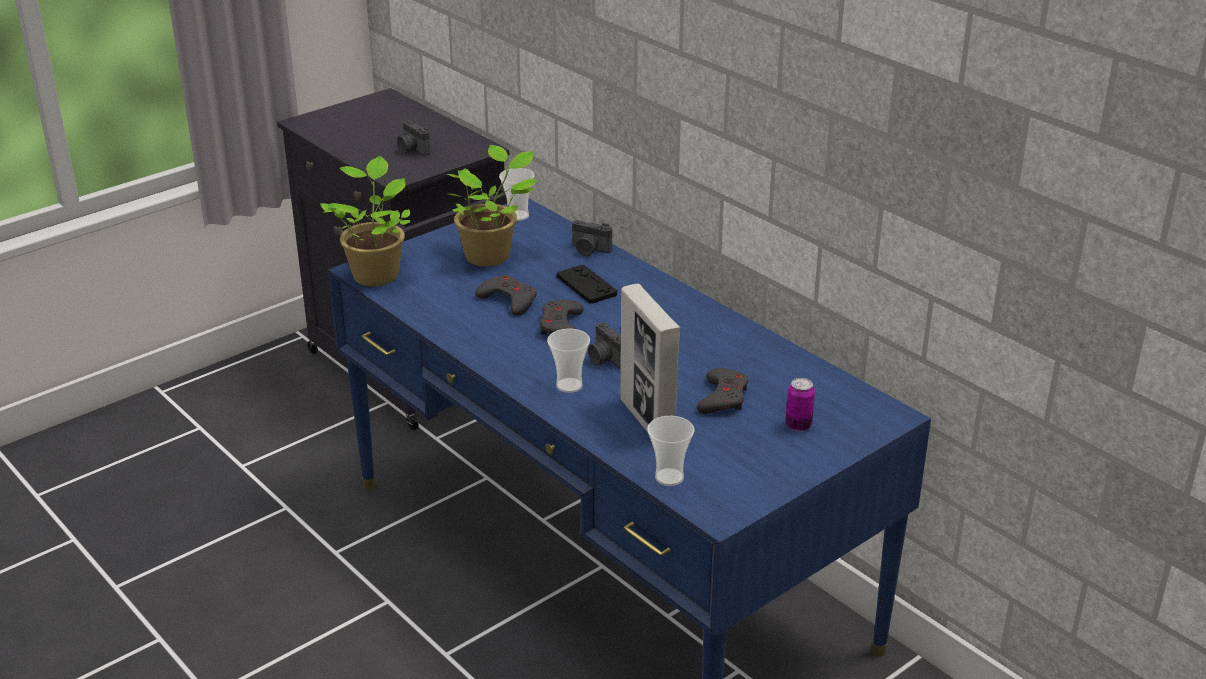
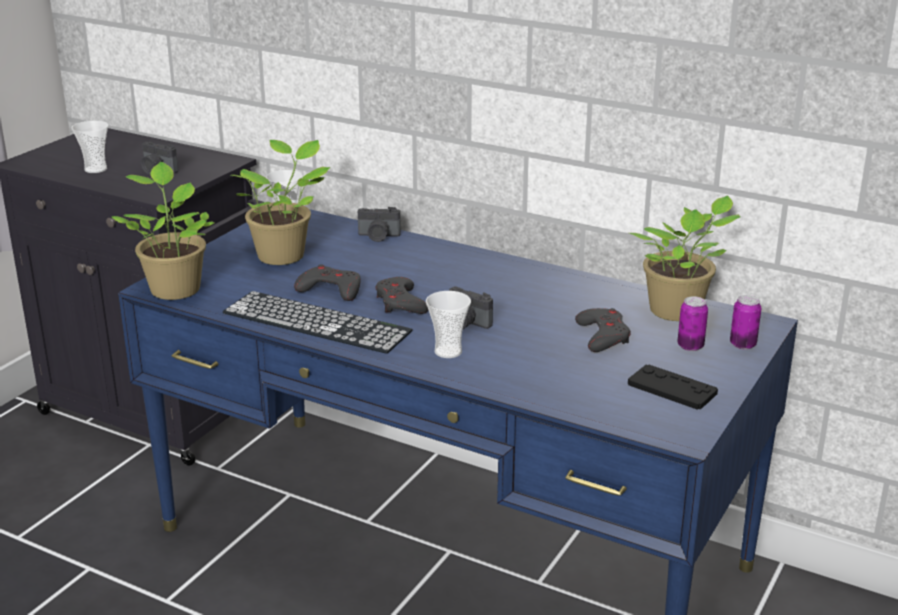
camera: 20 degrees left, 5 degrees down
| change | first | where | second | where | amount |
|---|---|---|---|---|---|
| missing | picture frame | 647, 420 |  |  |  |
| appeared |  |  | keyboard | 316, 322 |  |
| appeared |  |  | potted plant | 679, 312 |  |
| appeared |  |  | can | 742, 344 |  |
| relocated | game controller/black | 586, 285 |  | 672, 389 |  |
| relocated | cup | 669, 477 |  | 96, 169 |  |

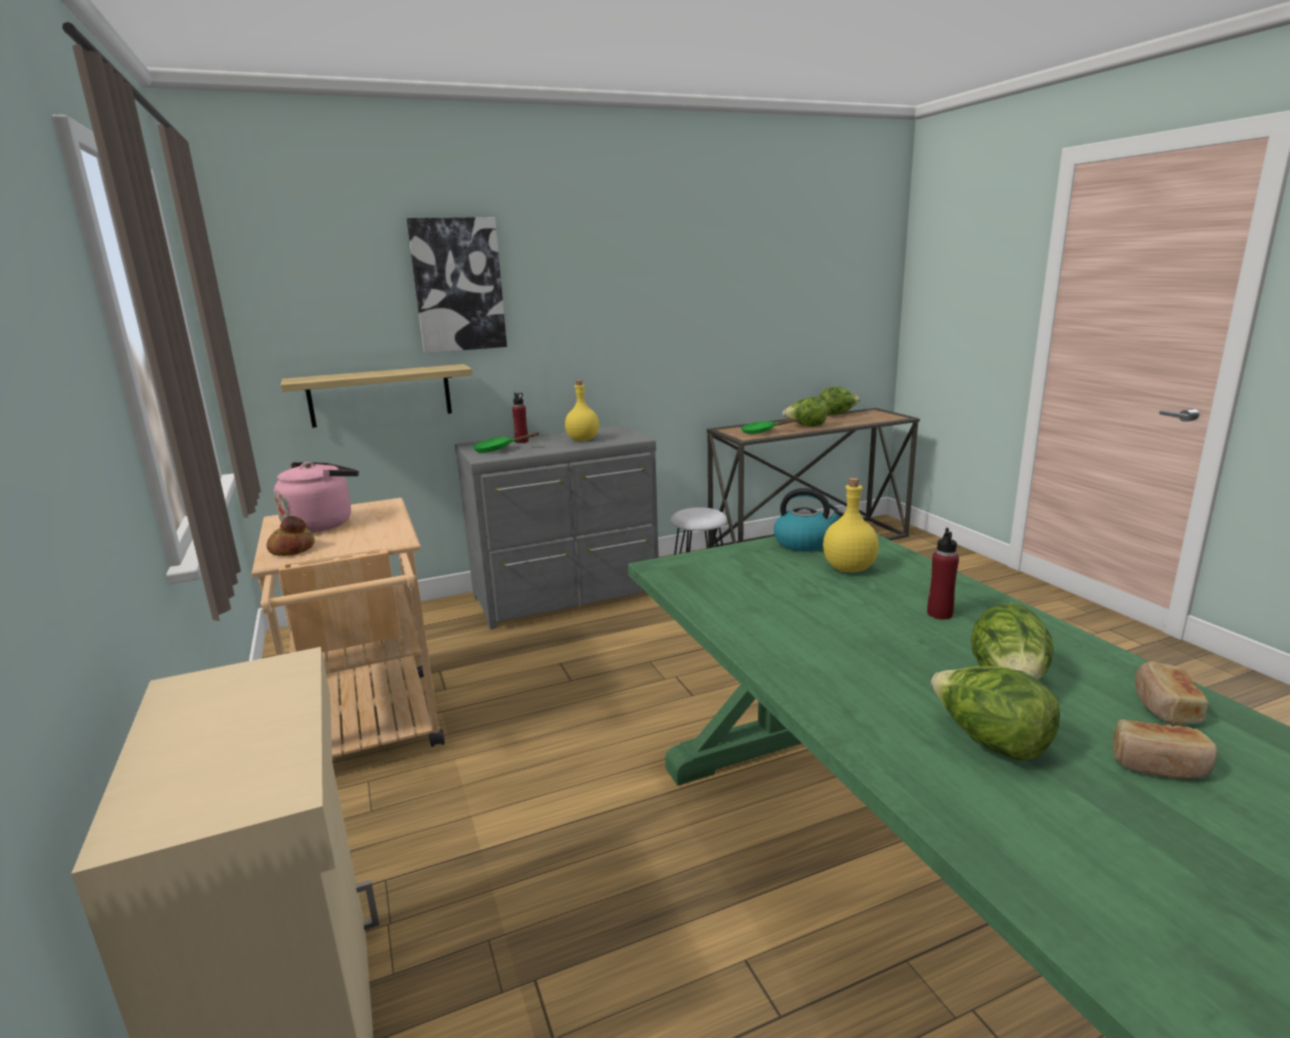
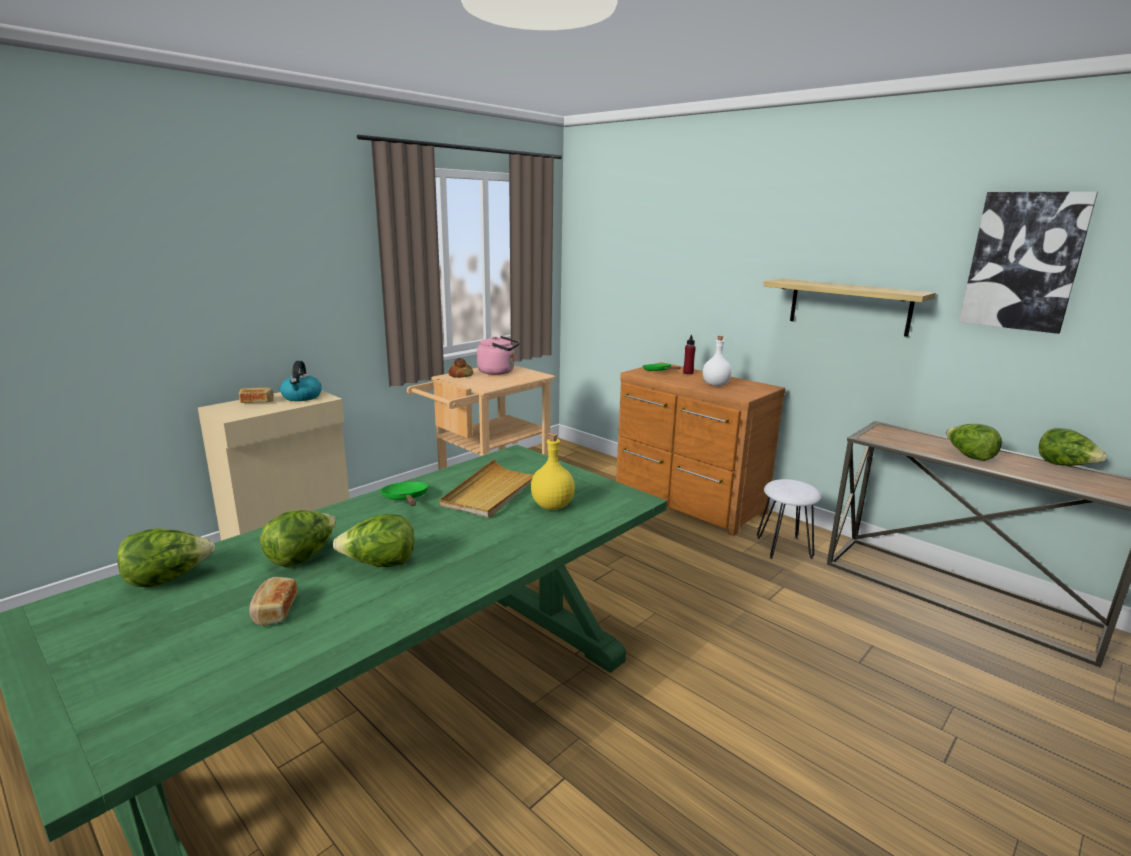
camera: 65 degrees right, 0 degrees up
| change | first | where | second | where | amount |
|---|---|---|---|---|---|
| missing | bottle/red | 939, 614 |  |  |  |
| appeared |  |  | lettuce | 168, 579 |  |
| appeared |  |  | tray/beige | 493, 492 |  |
| relocated | shelf | 380, 395 |  | 849, 306 |  |
| relocated | picture | 458, 285 |  | 1024, 261 |  |
| relocated | frying pan/green | 761, 432 |  | 406, 499 |  |
| relocated | kettle | 805, 543 |  | 302, 397 |  |
| relocated | bread | 1164, 707 |  | 257, 402 |  |
| colour | dresser/grey | 568, 596 | dresser/brown | 687, 503 |  |
| colour | bottle/yellow | 582, 440 | bottle/white | 715, 384 |  |

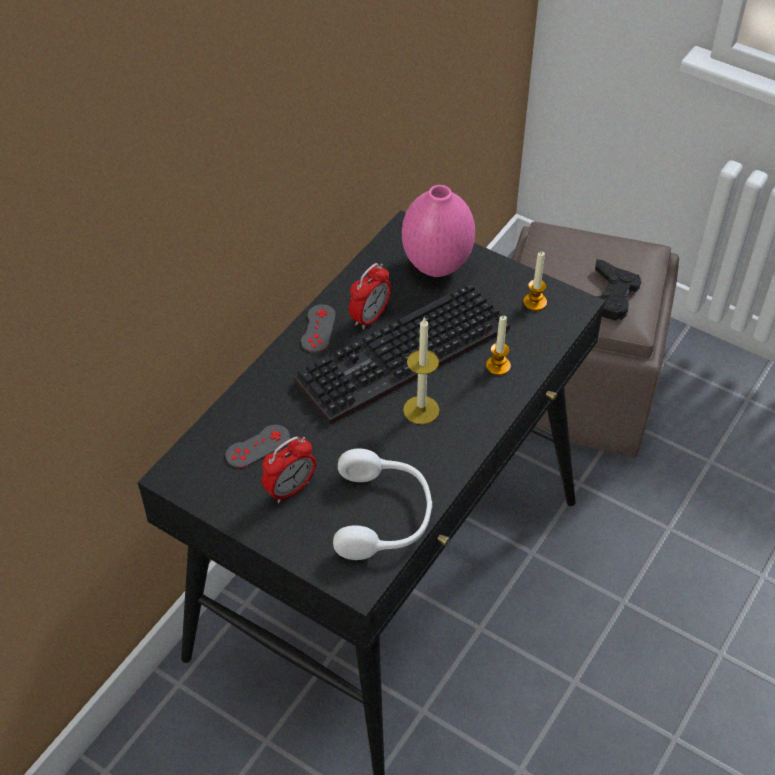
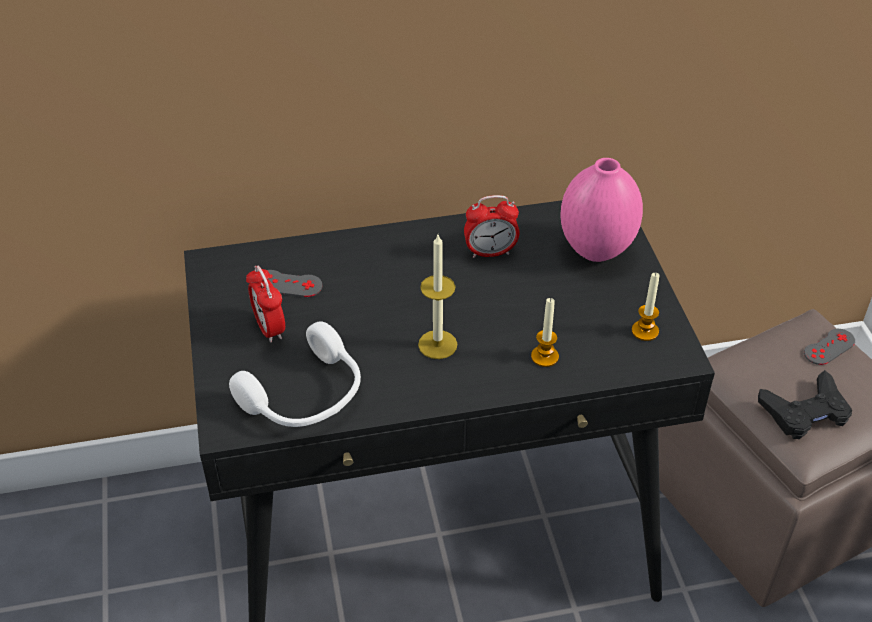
camera: 45 degrees right, 5 degrees down
| change | first | where | second | where | amount |
|---|---|---|---|---|---|
| missing | keyboard | 403, 359 |  |  |  |
| relocated | game controller/grey | 318, 328 |  | 829, 347 |  |
| spun | alarm clock | 290, 489 |  | 269, 328 | 60 degrees clockwise |

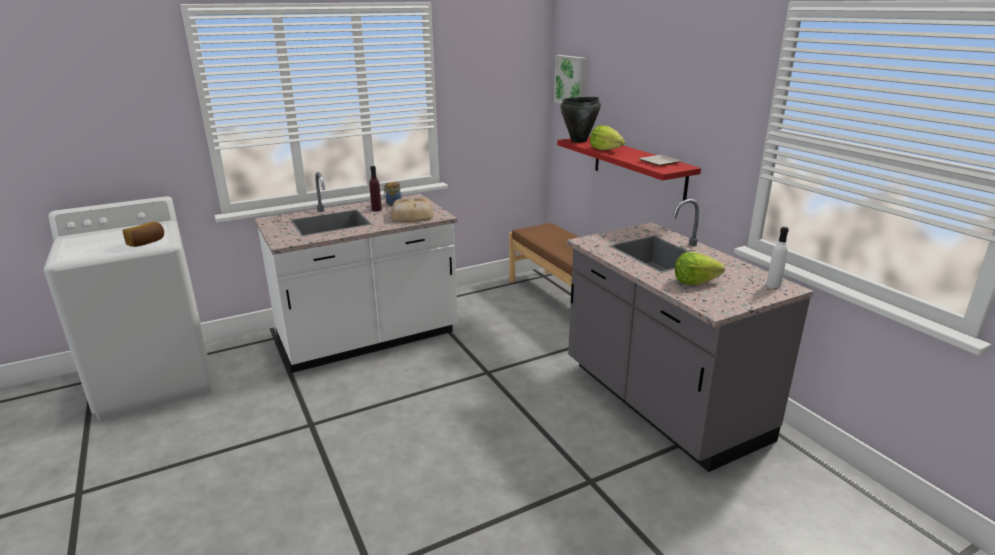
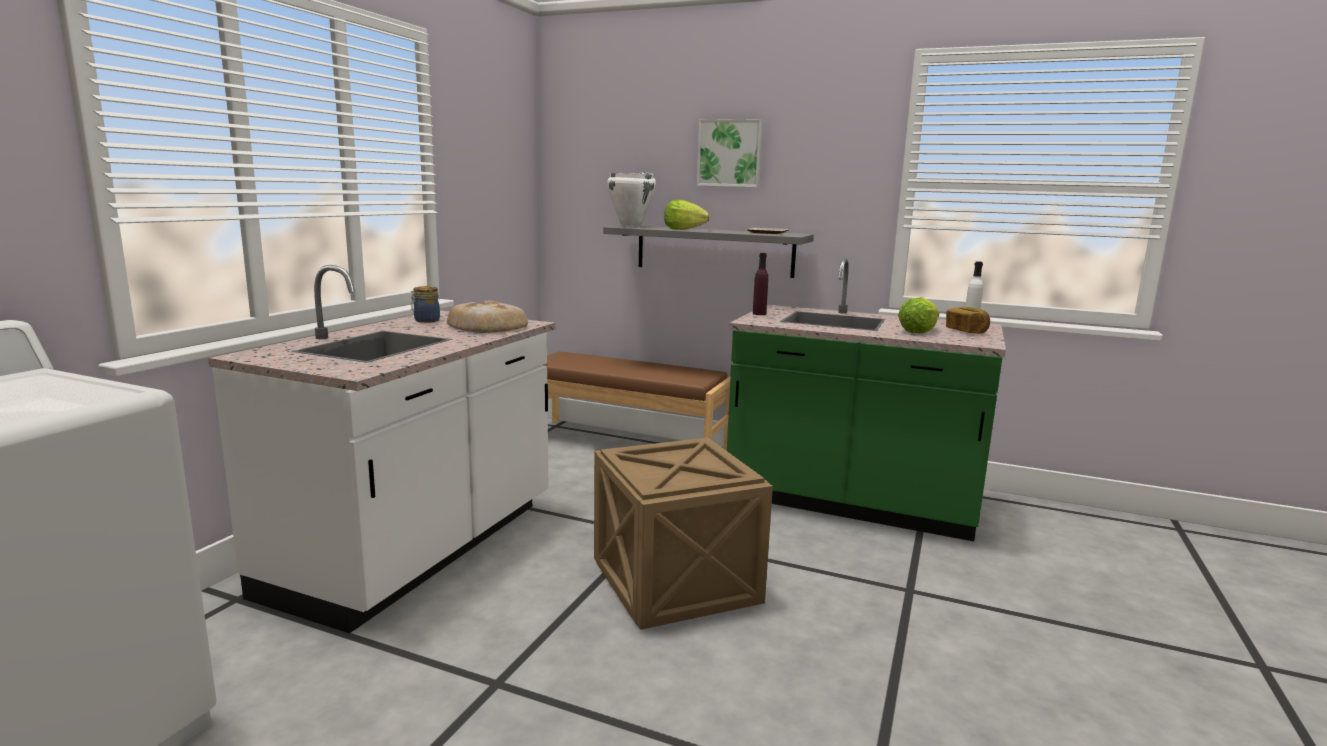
camera: 40 degrees left, 10 degrees down
| change | first | where | second | where | amount |
|---|---|---|---|---|---|
| appeared |  |  | crate | 673, 582 |  |
| relocated | bread | 146, 242 |  | 966, 332 |  |
| relocated | bottle/purple | 376, 210 |  | 759, 314 |  |
| relocated | picture | 571, 80 |  | 730, 153 |  |
| colour | shelf/red | 638, 167 | shelf/grey | 714, 250 |  |
| colour | cooking pot/black | 579, 141 | cooking pot/white | 631, 226 |  |
| colour | counter/grey | 661, 402 | counter/green | 851, 502 |  |

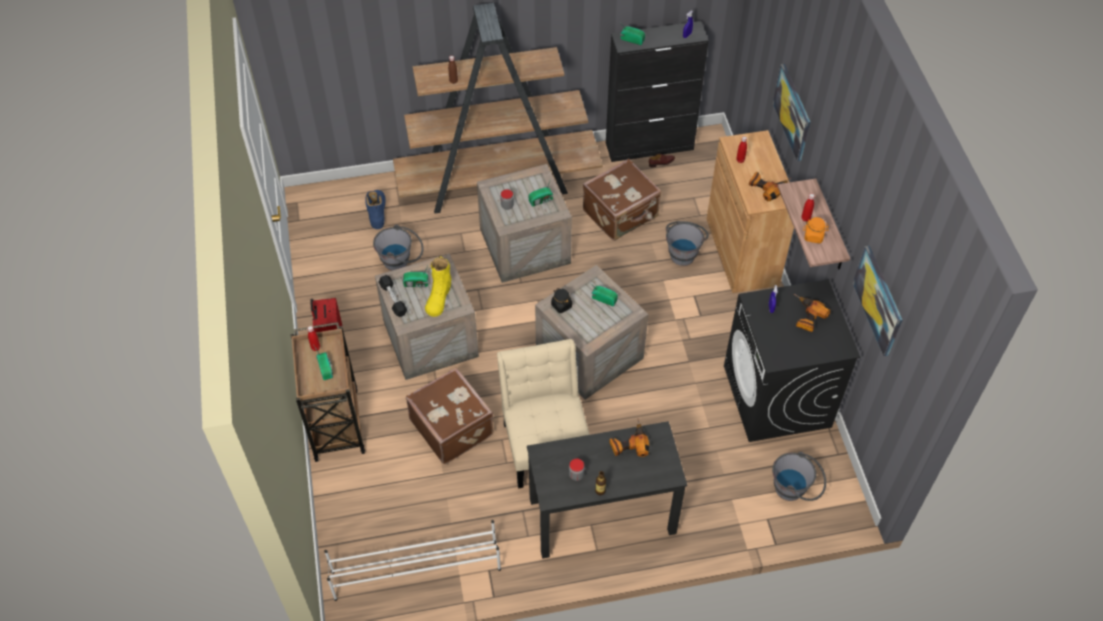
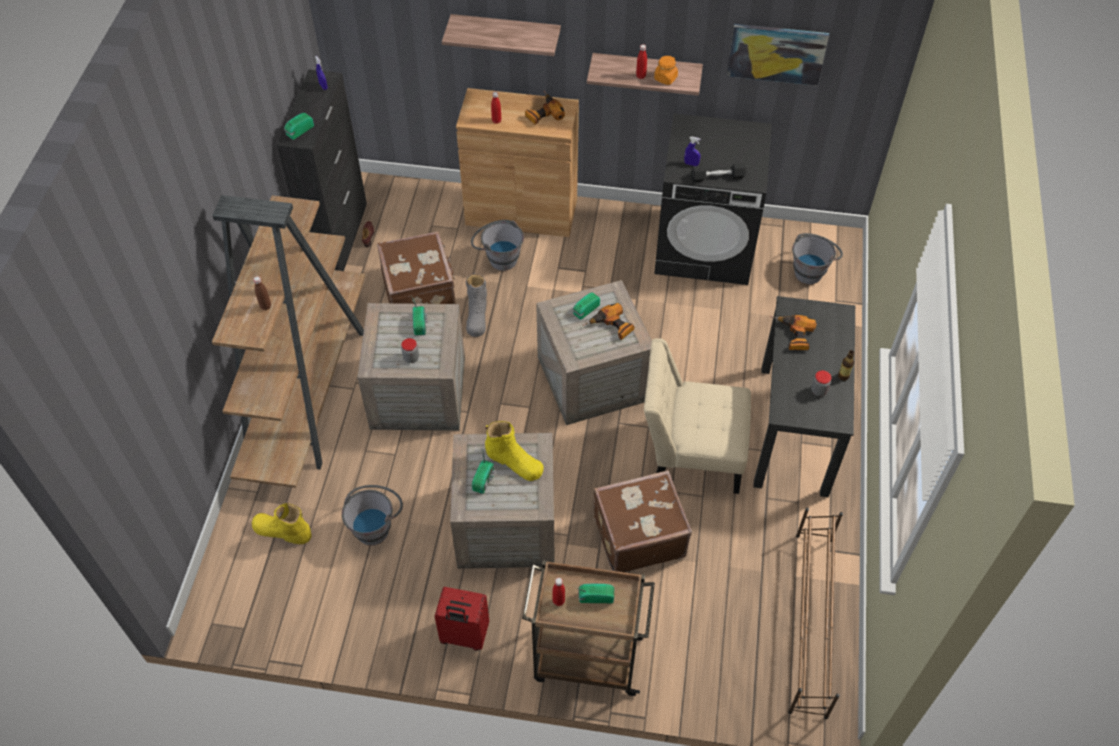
camera: 70 degrees left, 0 degrees up
| change | first | where | second | where | amount |
|---|---|---|---|---|---|
| missing | jar/black | 561, 305 |  |  |  |
| appeared |  |  | boot/grey | 477, 316 |  |
| relocated | dumbbell/black | 393, 299 |  | 717, 177 |  |
| relocated | power drill | 806, 316 |  | 611, 327 |  |
| exchanged | picture | 792, 112 | shelf | 506, 34 |  |
| colour | shoe rack/white | 415, 570 | shoe rack/brown | 810, 623 |  |
| colour | boot/blue | 377, 212 | boot/yellow | 282, 531 |  |

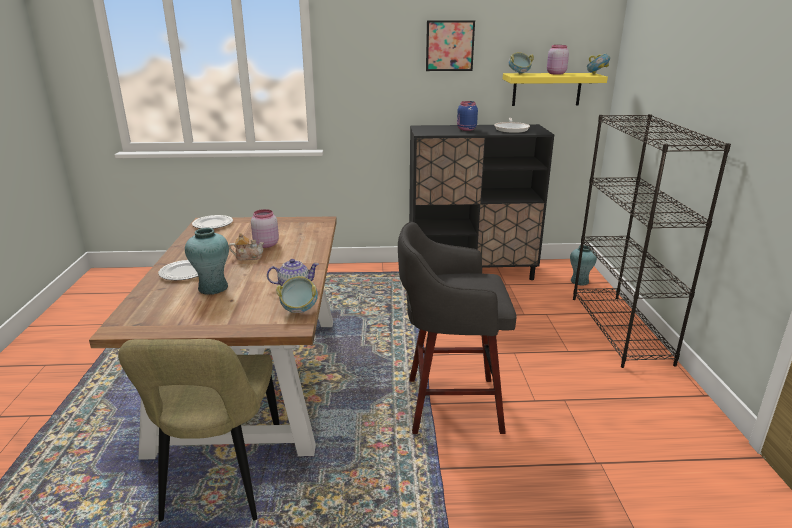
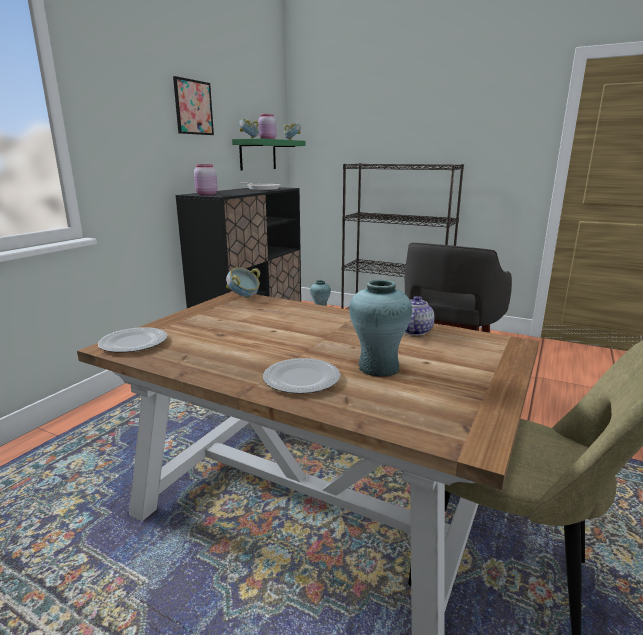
camera: 60 degrees left, 5 degrees down
| change | first | where | second | where | amount |
|---|---|---|---|---|---|
| missing | teapot | 248, 257 |  |  |  |
| missing | jar/blue | 466, 129 |  |  |  |
| relocated | jar/pink | 265, 244 |  | 206, 194 |  |
| relocated | bowl | 299, 310 |  | 244, 297 |  |
| colour | shelf/yellow | 546, 89 | shelf/green | 258, 155 |  |

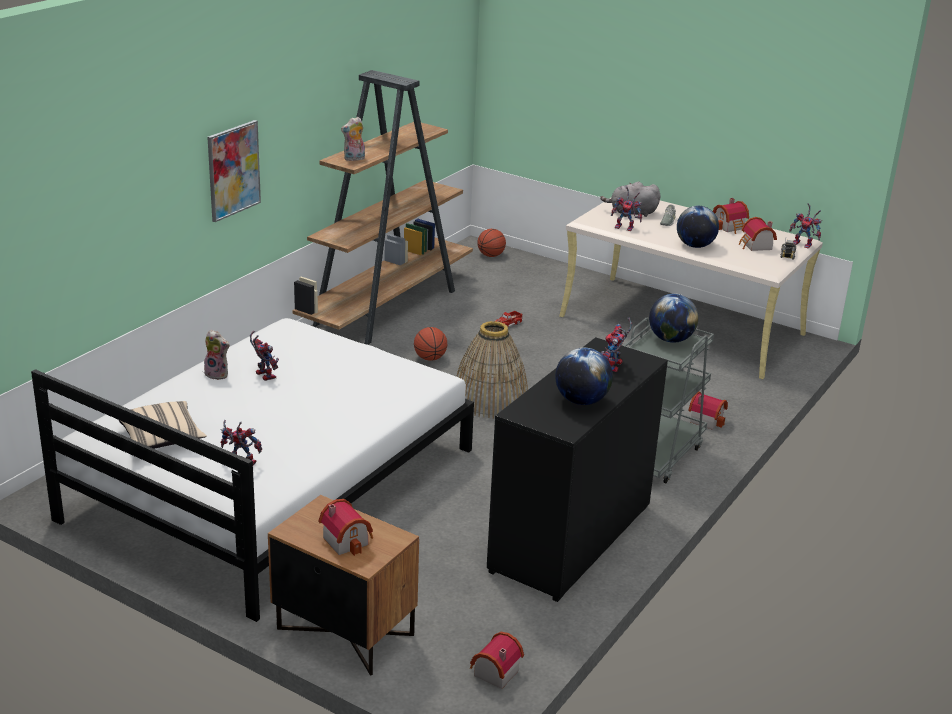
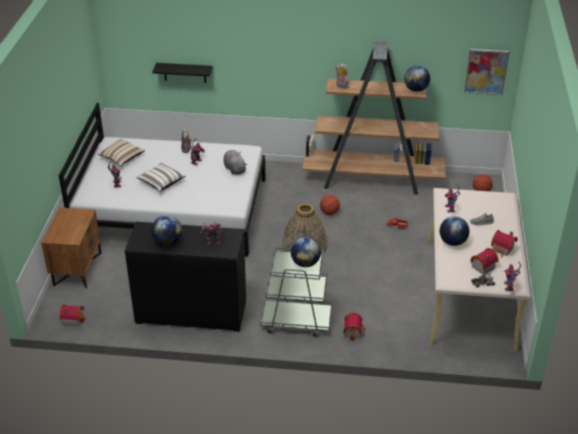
camera: 65 degrees right, 10 degrees up
| change | first | where | second | where | amount |
|---|---|---|---|---|---|
| missing | toy house | 347, 539 |  |  |  |
| appeared |  |  | pillow/white | 161, 182 |  |
| appeared |  |  | shelf/black | 185, 72 |  |
| appeared |  |  | globe | 416, 89 |  |
| relocated | picture | 233, 170 |  | 486, 71 |  |
| relocated | plush toy/grey | 631, 213 |  | 234, 169 |  |

